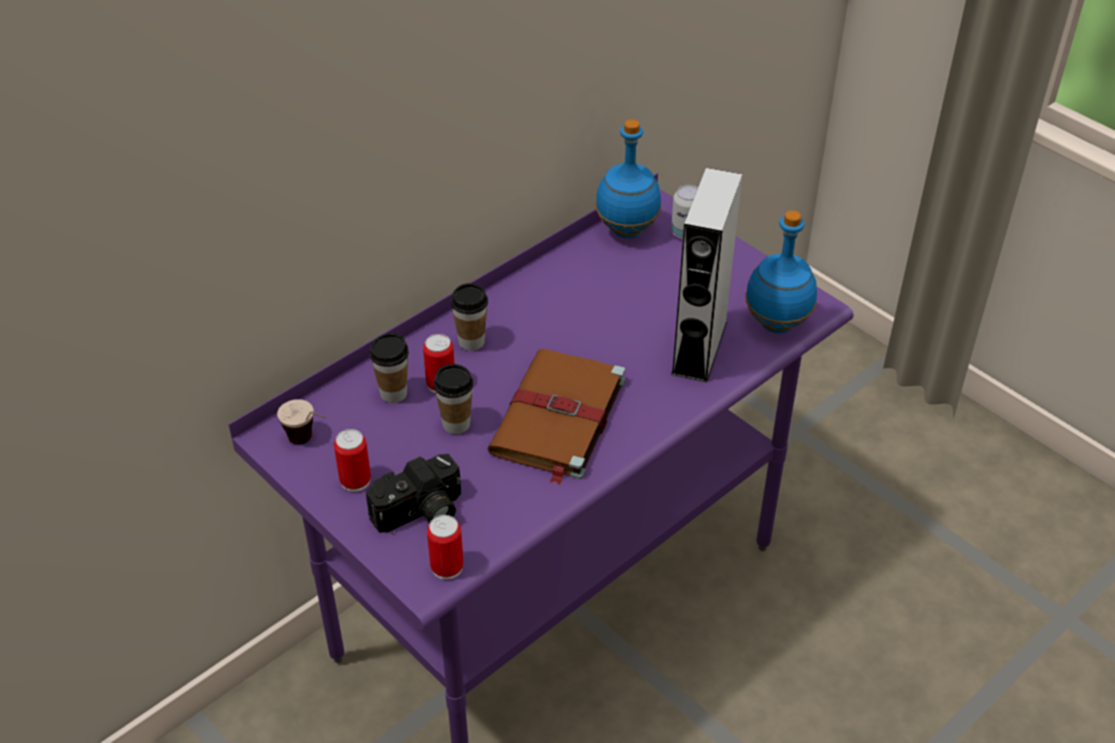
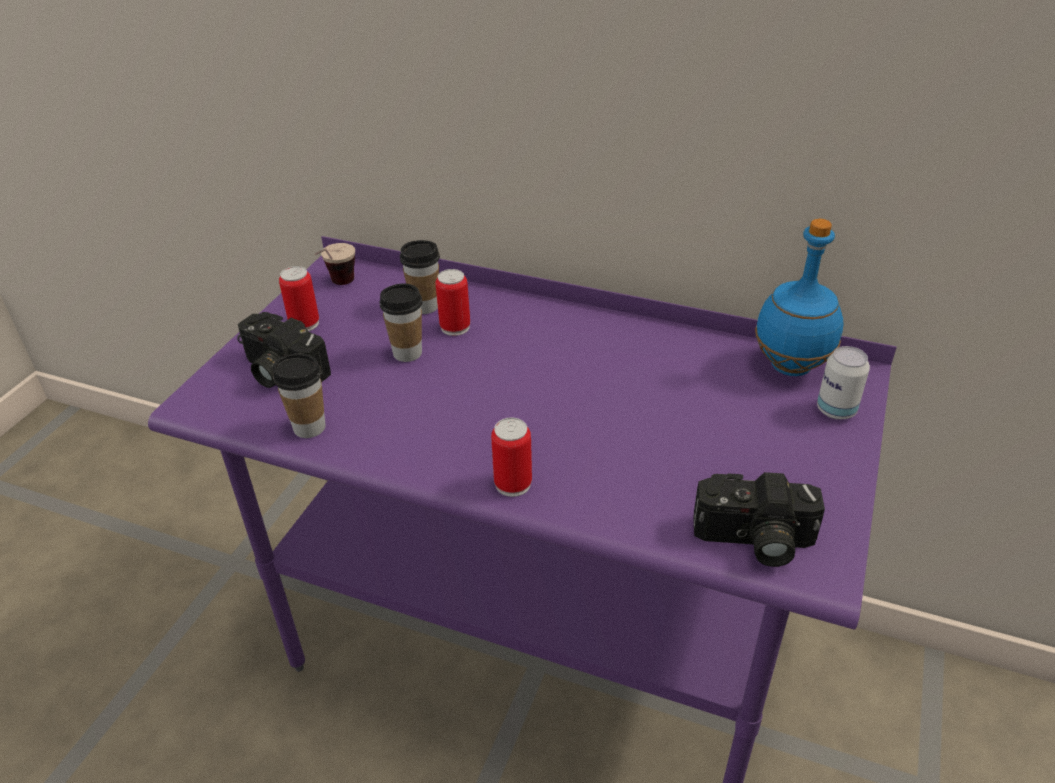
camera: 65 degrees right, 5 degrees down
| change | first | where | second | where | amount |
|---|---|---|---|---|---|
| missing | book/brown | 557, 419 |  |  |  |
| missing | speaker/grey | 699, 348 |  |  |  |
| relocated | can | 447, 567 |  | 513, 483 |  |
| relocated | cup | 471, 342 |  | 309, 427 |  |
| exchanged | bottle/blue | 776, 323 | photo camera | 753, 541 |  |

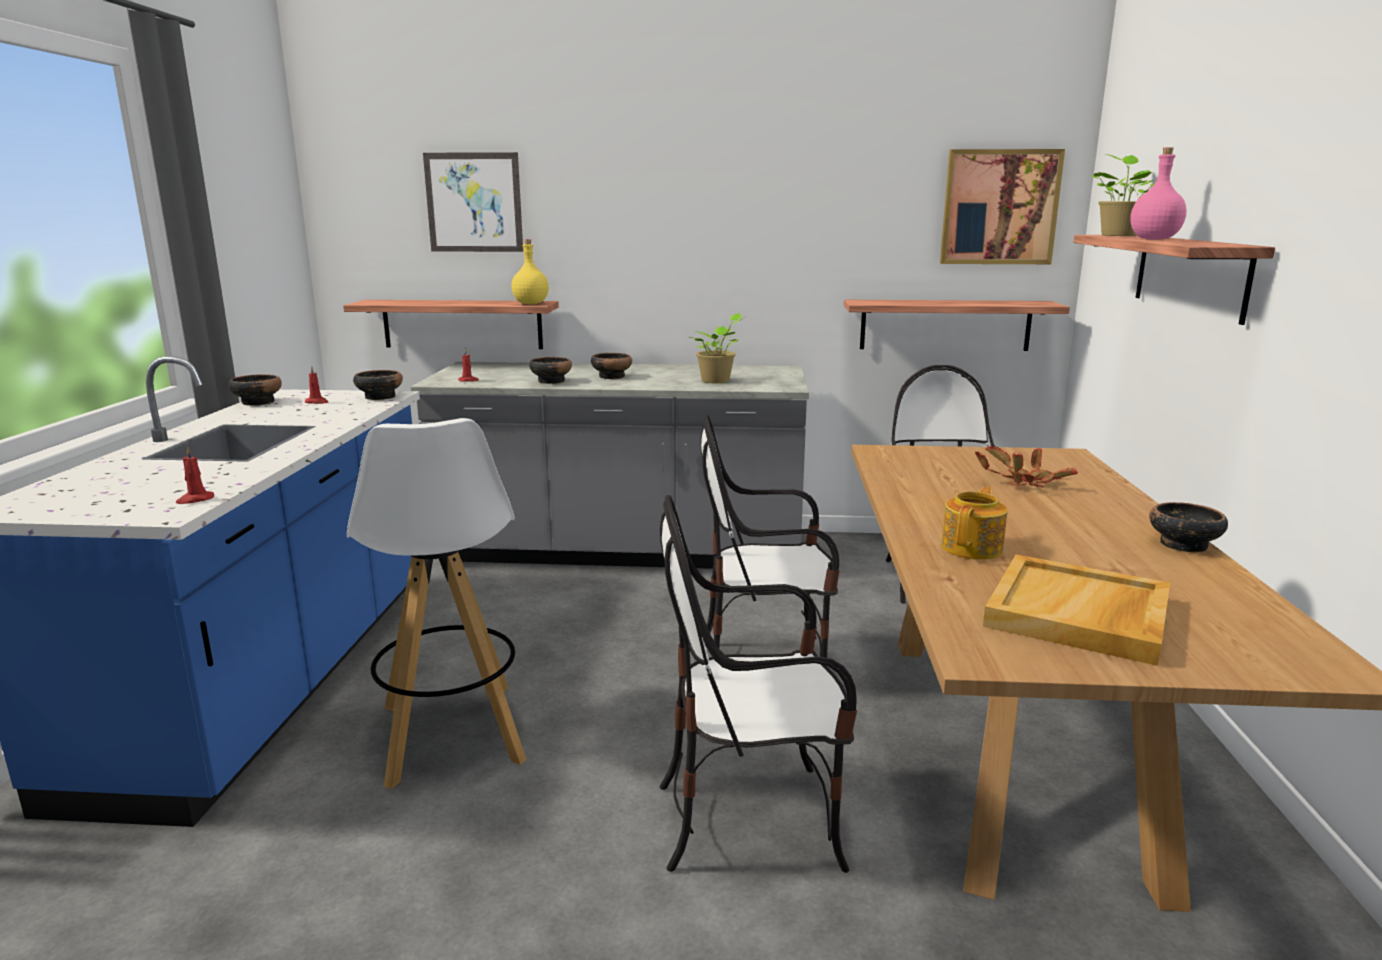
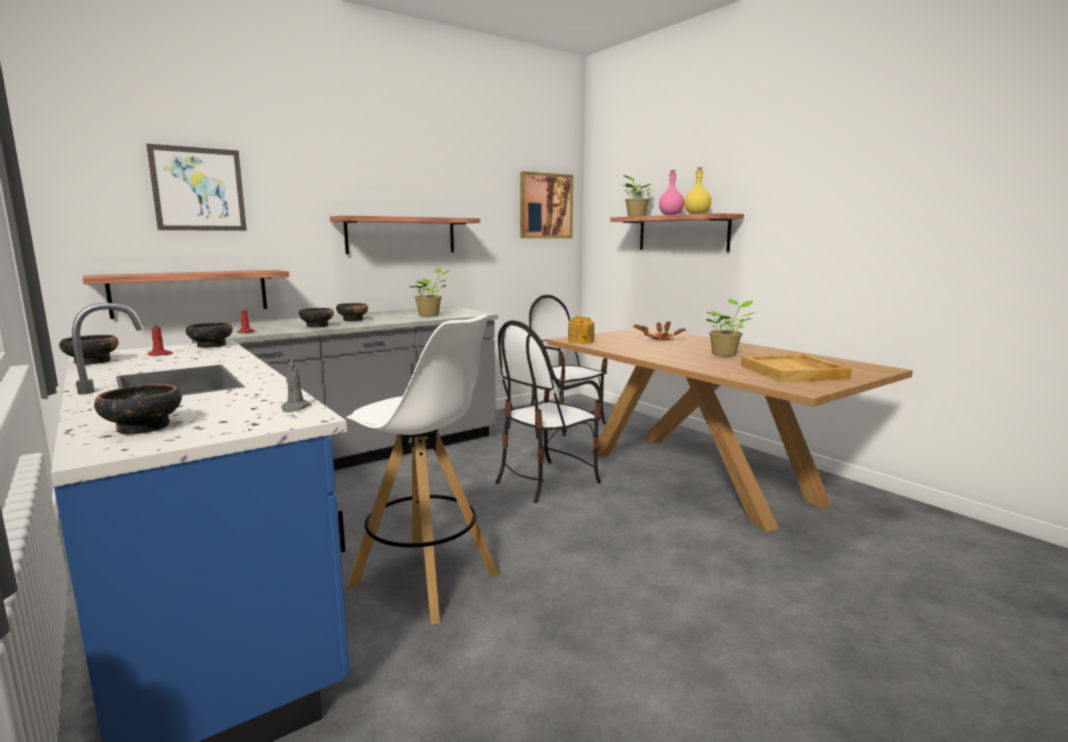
camera: 40 degrees left, 5 degrees down
| change | first | where | second | where | amount |
|---|---|---|---|---|---|
| missing | chair | 751, 820 |  |  |  |
| appeared |  |  | potted plant | 725, 354 |  |
| relocated | bottle/yellow | 531, 304 |  | 697, 214 |  |
| relocated | shelf | 945, 325 |  | 401, 235 |  |
| relocated | teapot | 973, 548 |  | 581, 341 |  |
| relocated | bowl | 1182, 545 |  | 142, 428 |  |
| colour | candle/red | 195, 500 | candle/grey | 295, 408 |  |

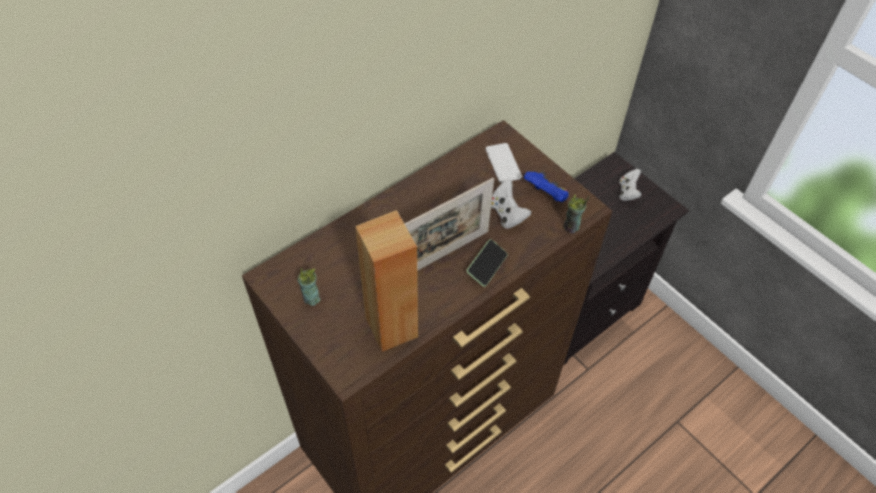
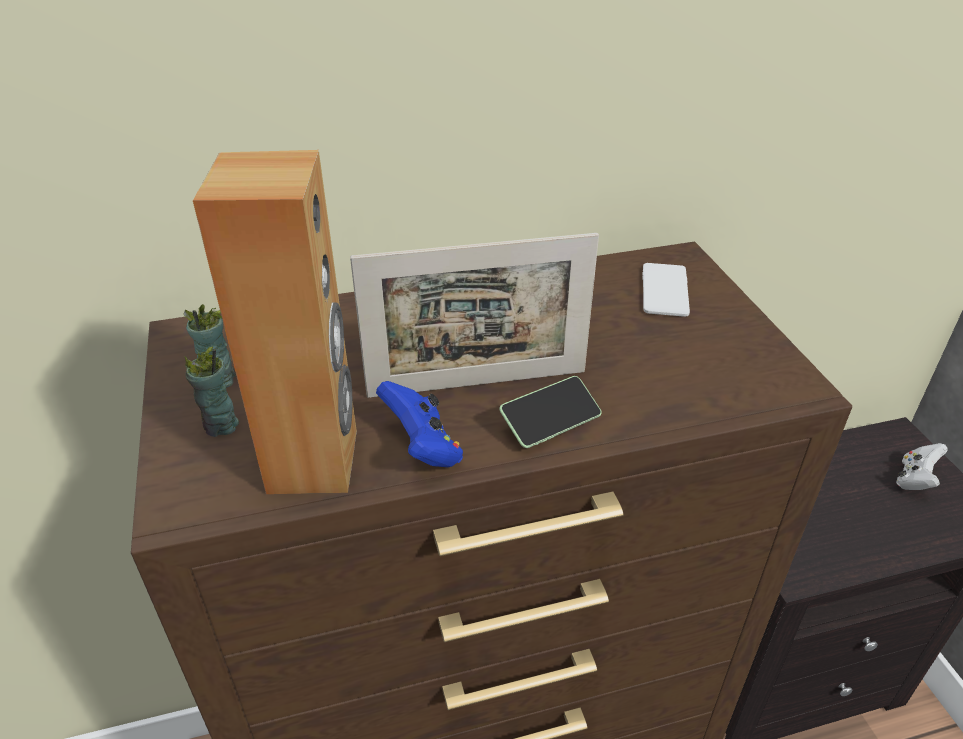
camera: 25 degrees right, 15 degrees down
| change | first | where | second | where | amount |
|---|---|---|---|---|---|
| missing | game controller/white | 507, 214 |  |  |  |
| relocated | game controller/blue | 546, 195 |  | 423, 448 |  |
| relocated | cup | 571, 227 |  | 220, 426 |  |

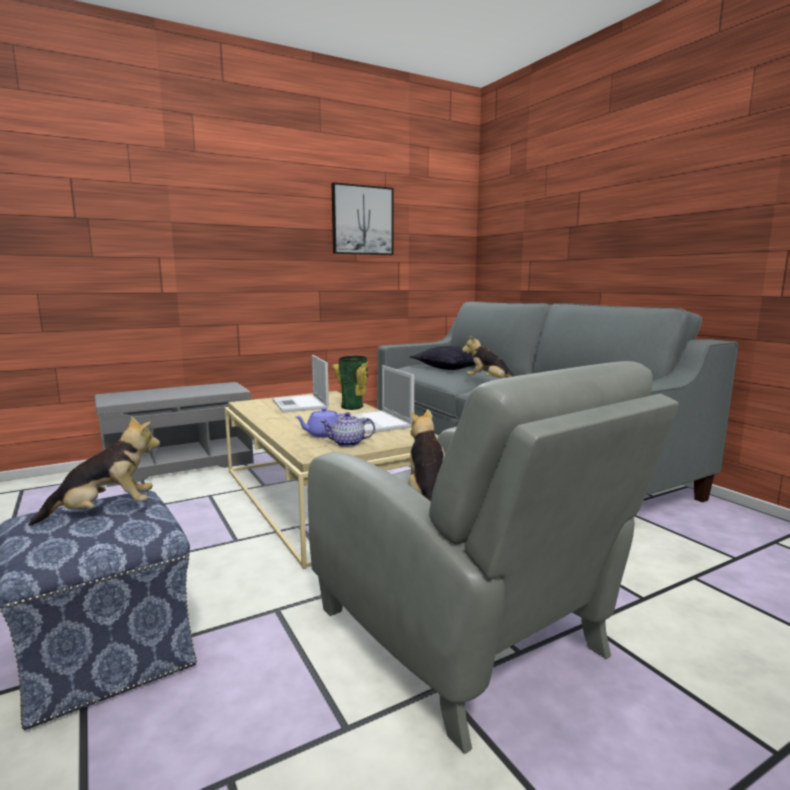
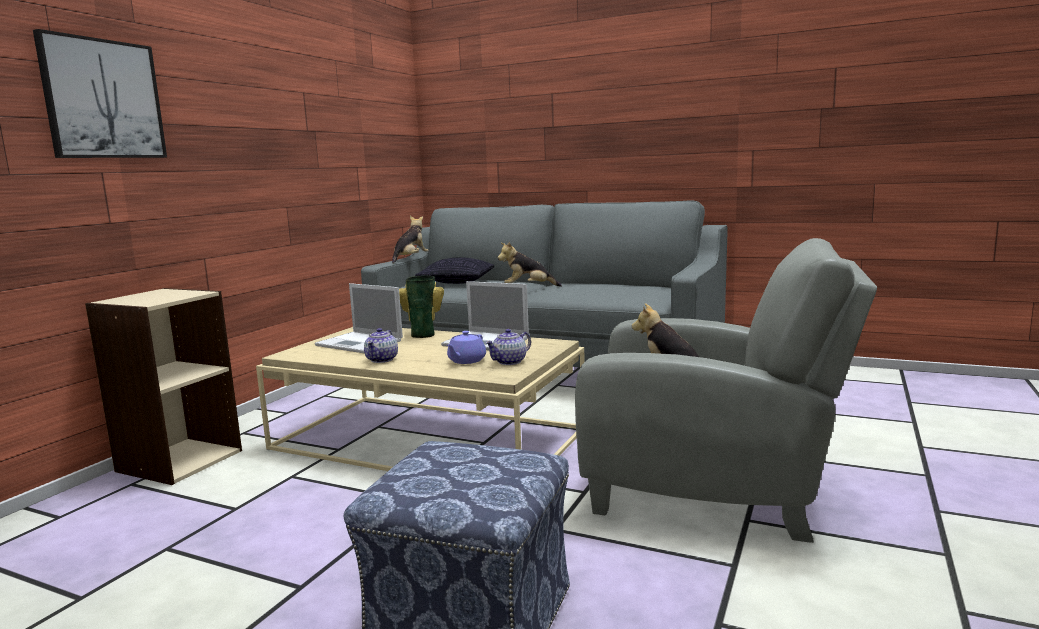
camera: 35 degrees left, 0 degrees up
| change | first | where | second | where | amount |
|---|---|---|---|---|---|
| appeared |  |  | teapot | 382, 359 |  |
| relocated | plush toy | 105, 512 |  | 410, 259 |  |
| relocated | picture | 362, 220 |  | 103, 99 |  |
| exchanged | bench/grey | 181, 464 | bookcase/beige | 179, 461 |  |

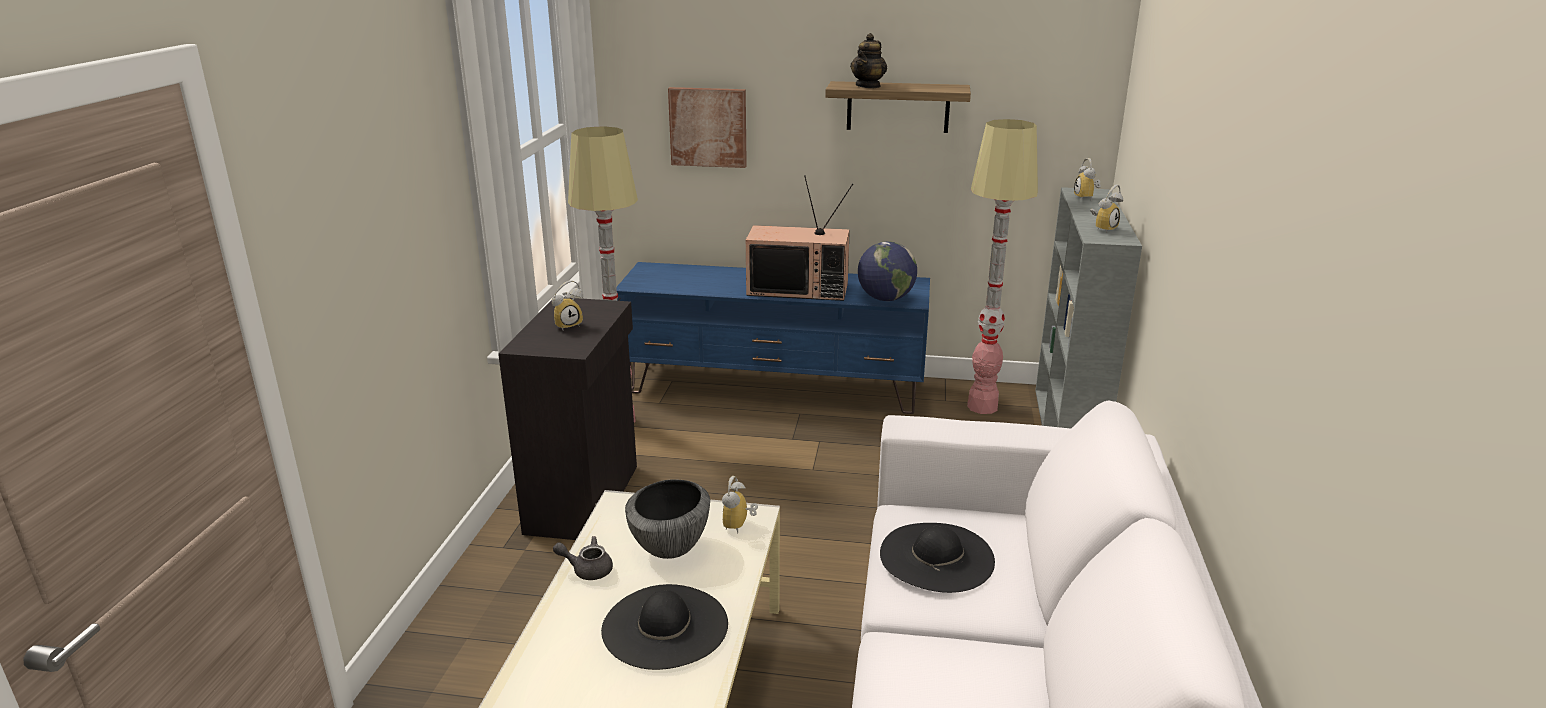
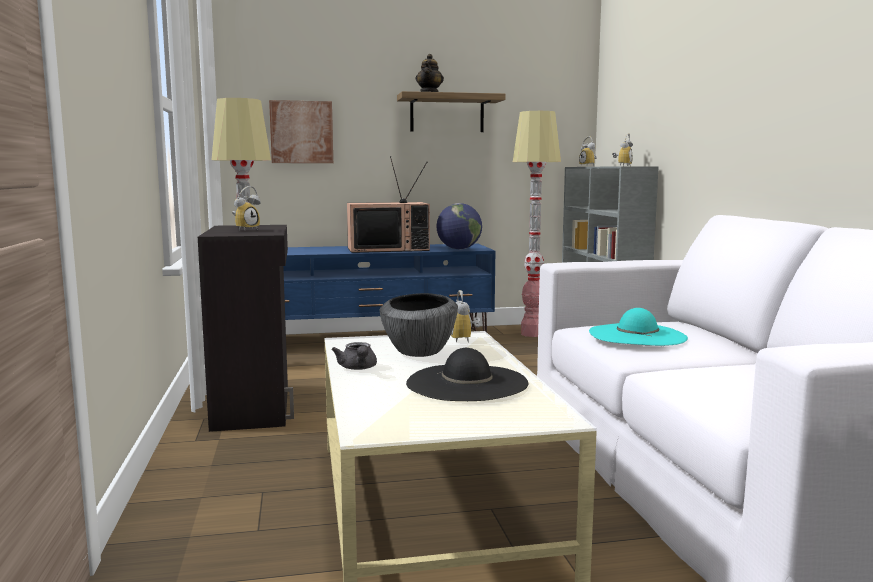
camera: 20 degrees left, 15 degrees down
| change | first | where | second | where | amount |
|---|---|---|---|---|---|
| colour | hat/black | 937, 556 | hat/turquoise | 637, 335 |  |
| spun | teapot/grey | 587, 569 |  | 358, 368 | 90 degrees counterclockwise |

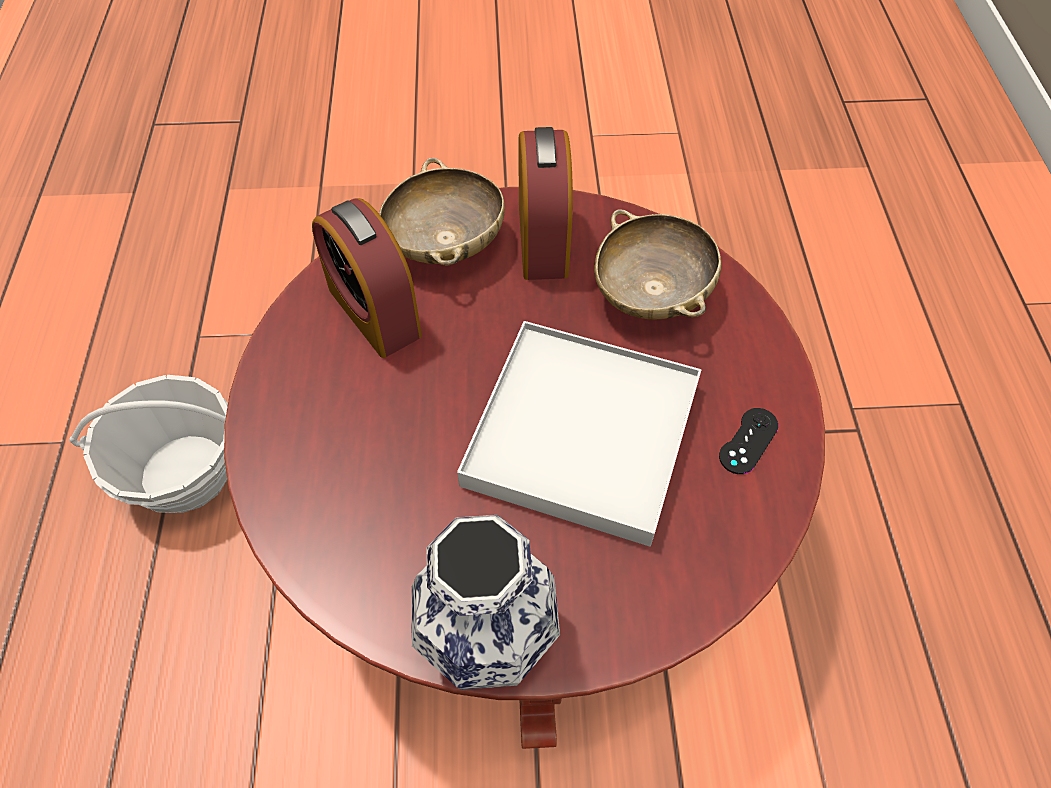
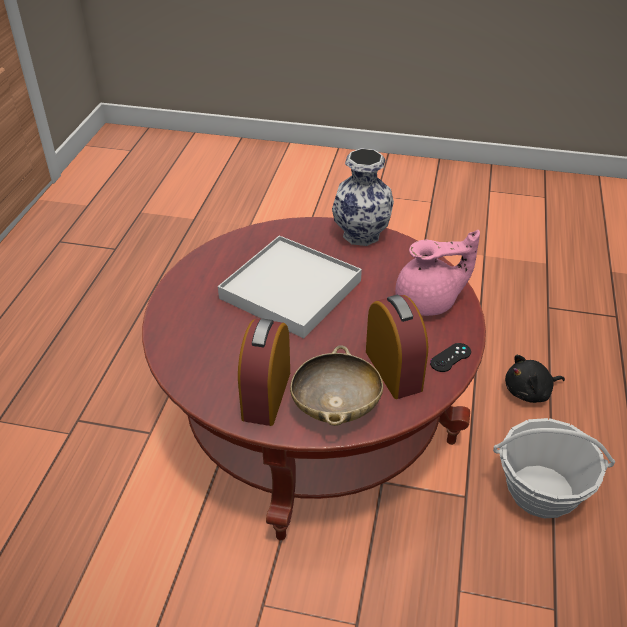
camera: 165 degrees left, 15 degrees down
| change | first | where | second | where | amount |
|---|---|---|---|---|---|
| missing | bowl/beige | 651, 294 |  |  |  |
| appeared |  |  | teapot/pink | 428, 302 |  |
| appeared |  |  | plush toy/black | 529, 392 |  |
| relocated | game controller/black | 748, 441 |  | 450, 357 |  |

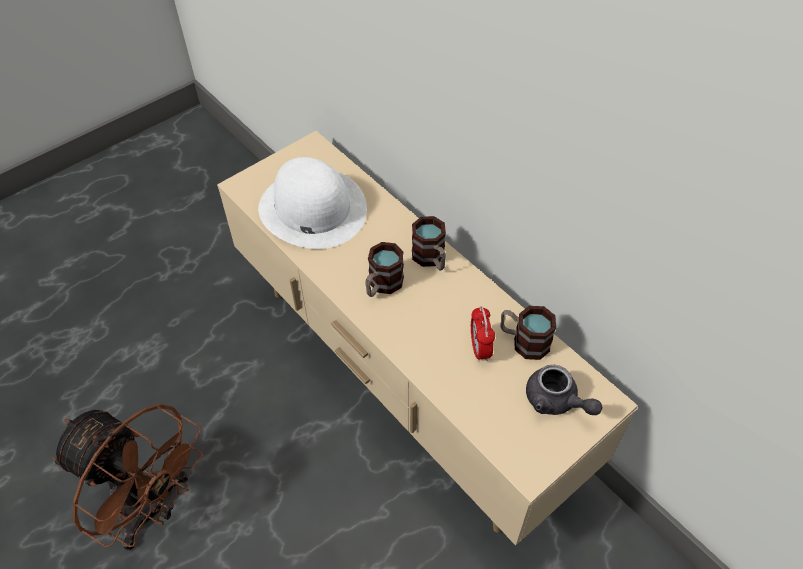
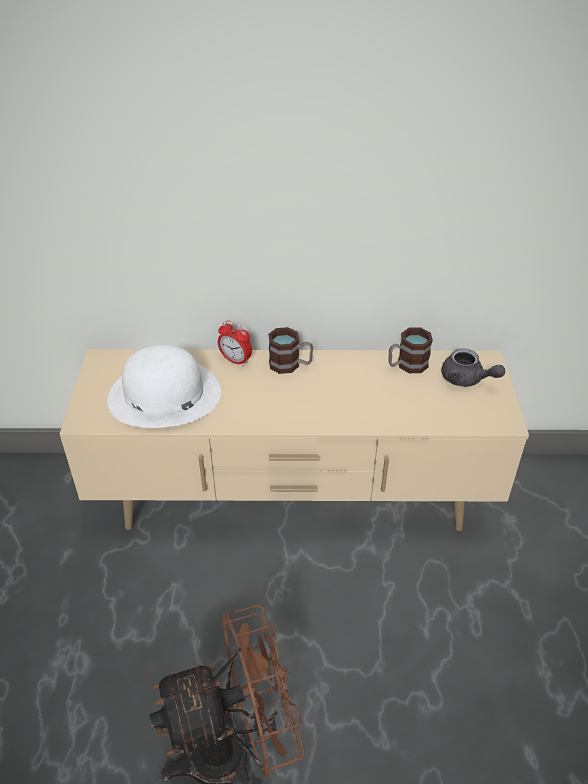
camera: 50 degrees left, 10 degrees down
| change | first | where | second | where | amount |
|---|---|---|---|---|---|
| missing | mug | 382, 285 |  |  |  |
| relocated | alarm clock | 479, 349 |  | 235, 360 |  |
| spun | teapot/grey | 556, 401 |  | 466, 379 | 45 degrees clockwise |

